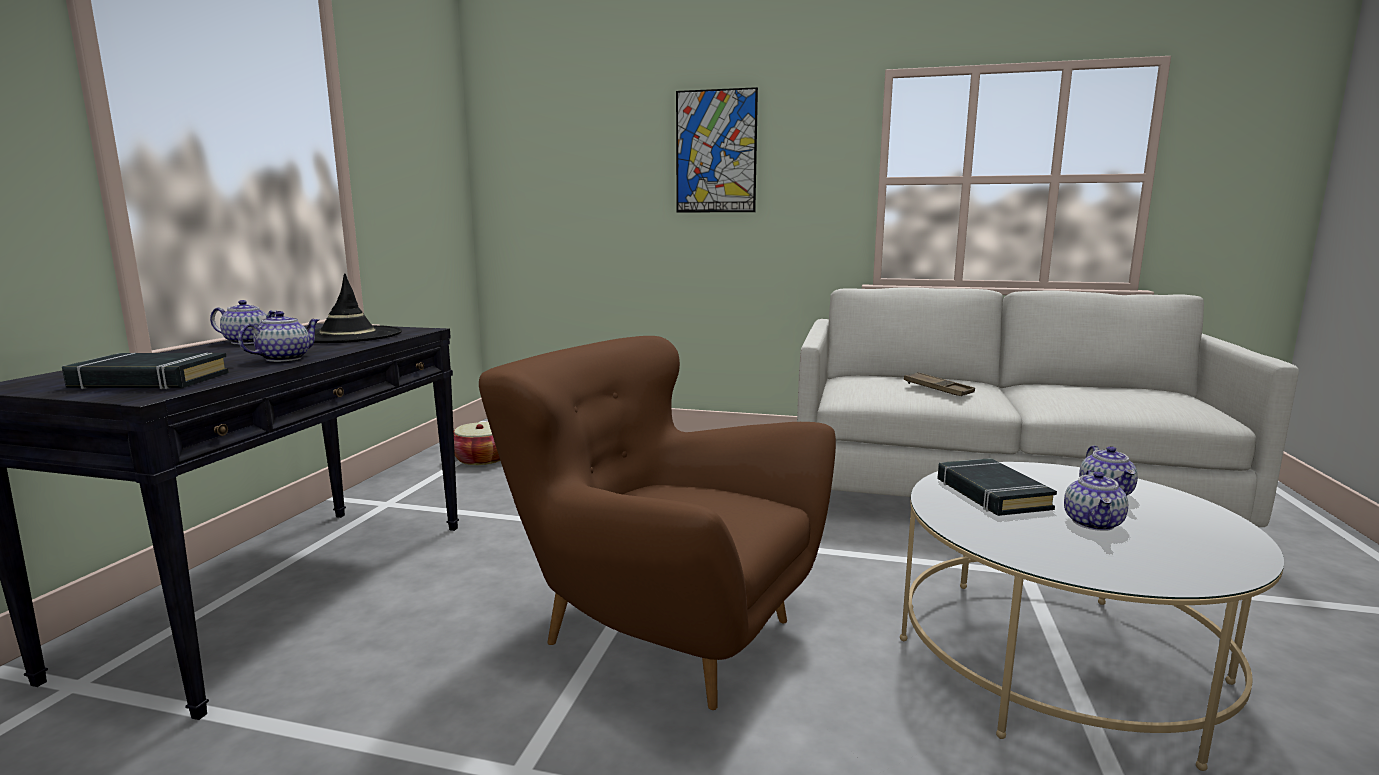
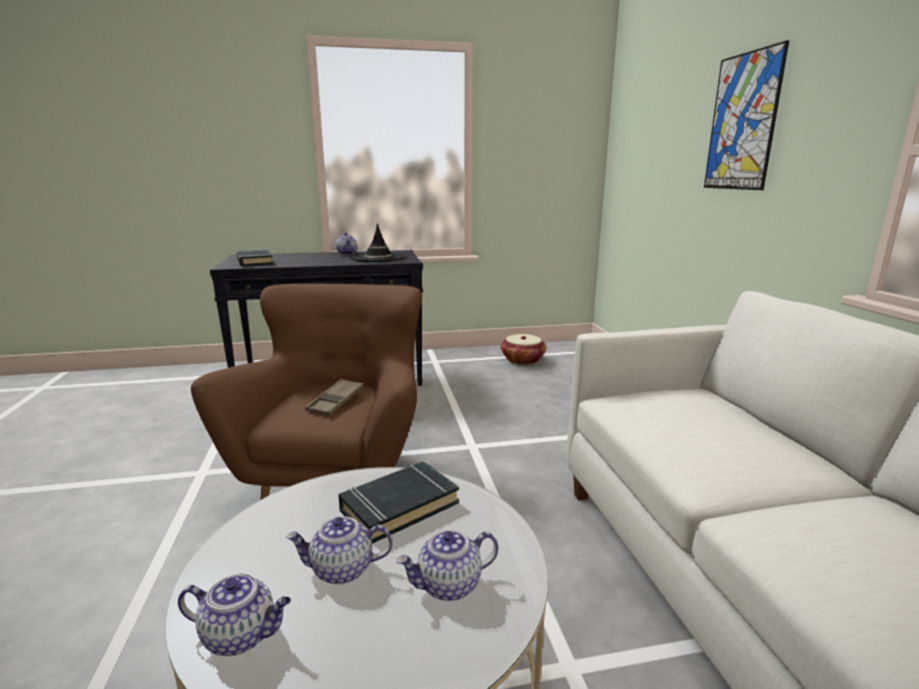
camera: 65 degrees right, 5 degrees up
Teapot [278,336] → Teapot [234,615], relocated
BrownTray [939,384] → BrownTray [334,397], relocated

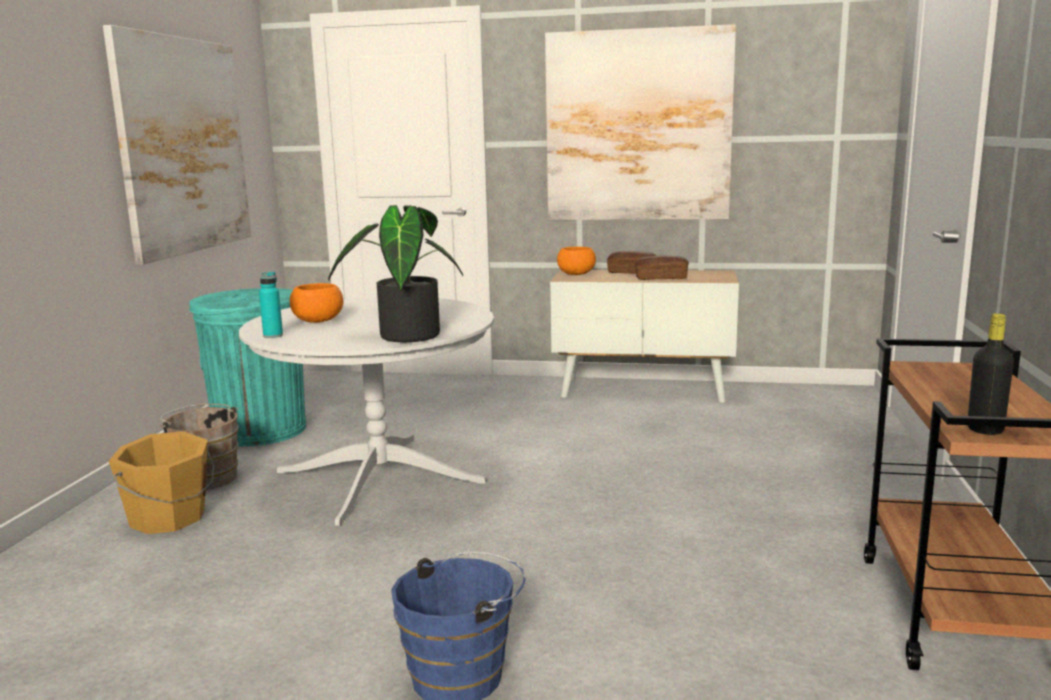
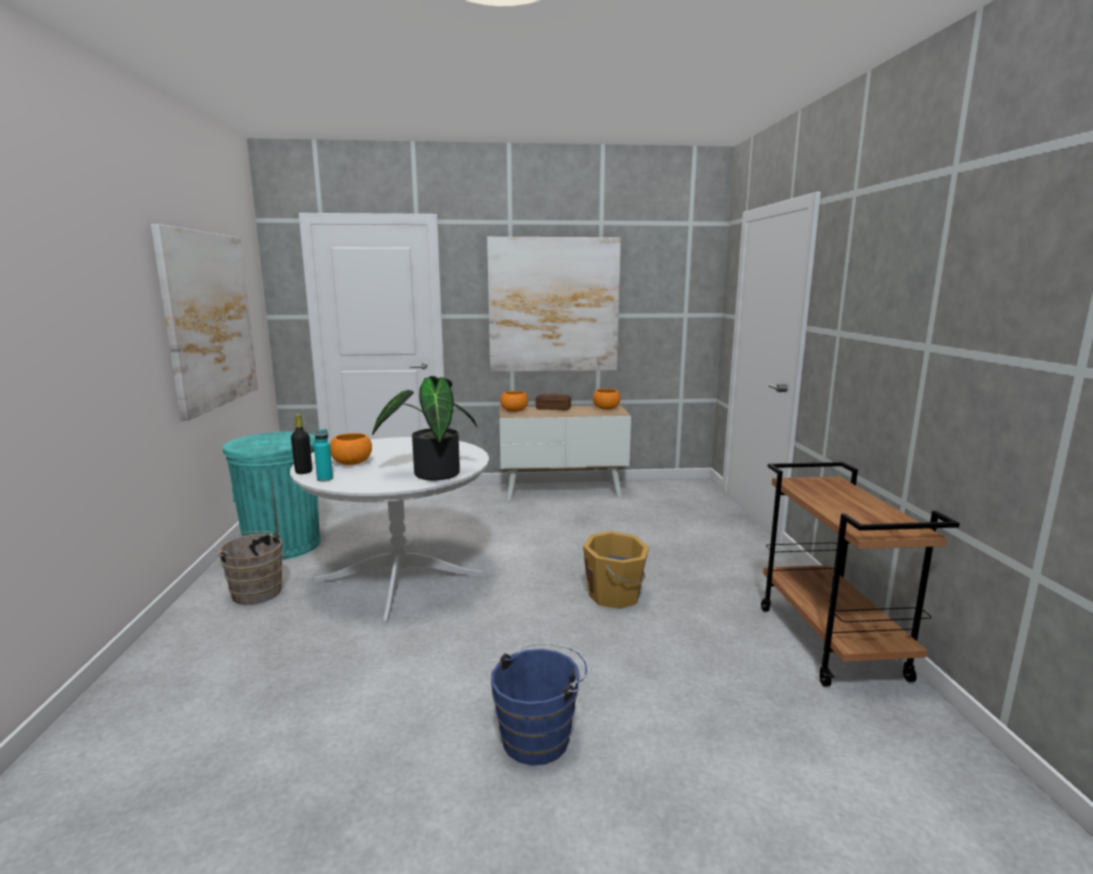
camera: 15 degrees left, 0 degrees up
OrangeBucket [161,482] → OrangeBucket [616,570], relocated
Bread [662,267] → -
BlackBottle [991,374] → BlackBottle [301,444], relocated
- → OrangeBowl [606,399]

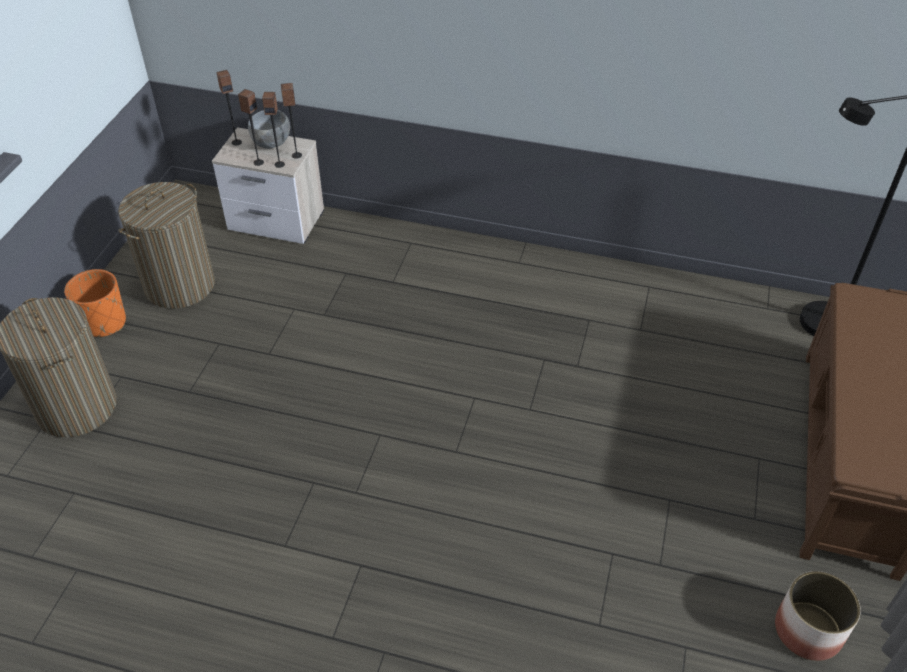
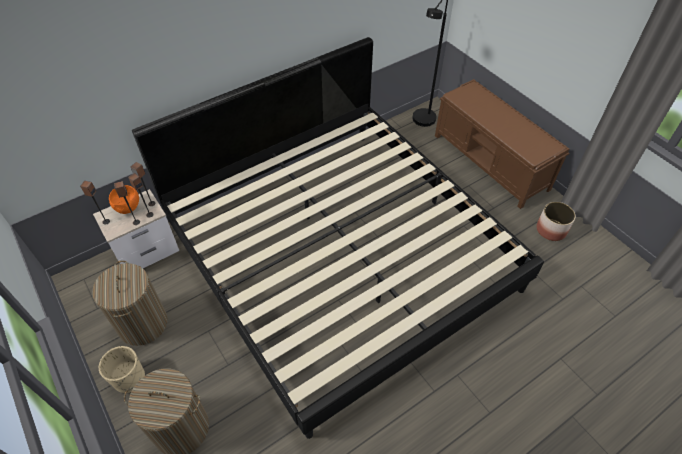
camera: 50 degrees left, 5 degrees up
OrangePlanter [95,303] → BeigePlanter [122,369]
GreyBowl [269,129] → OrangeBowl [124,199]
- → Bed [338,238]

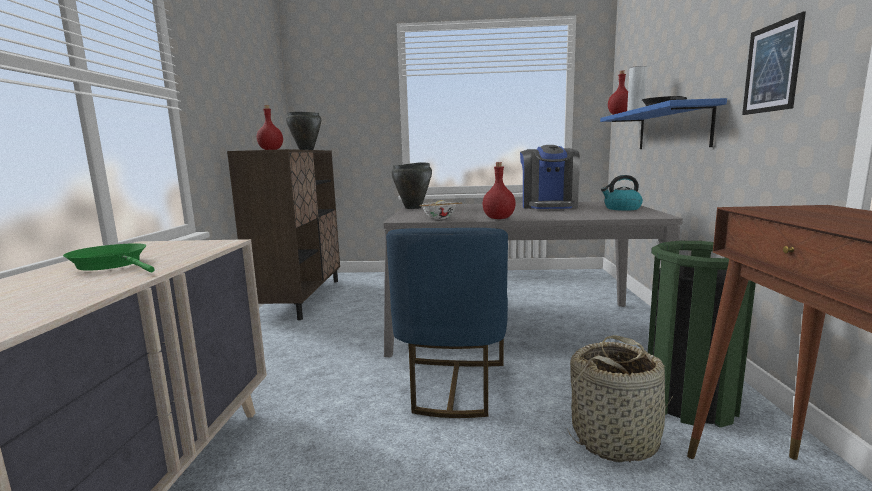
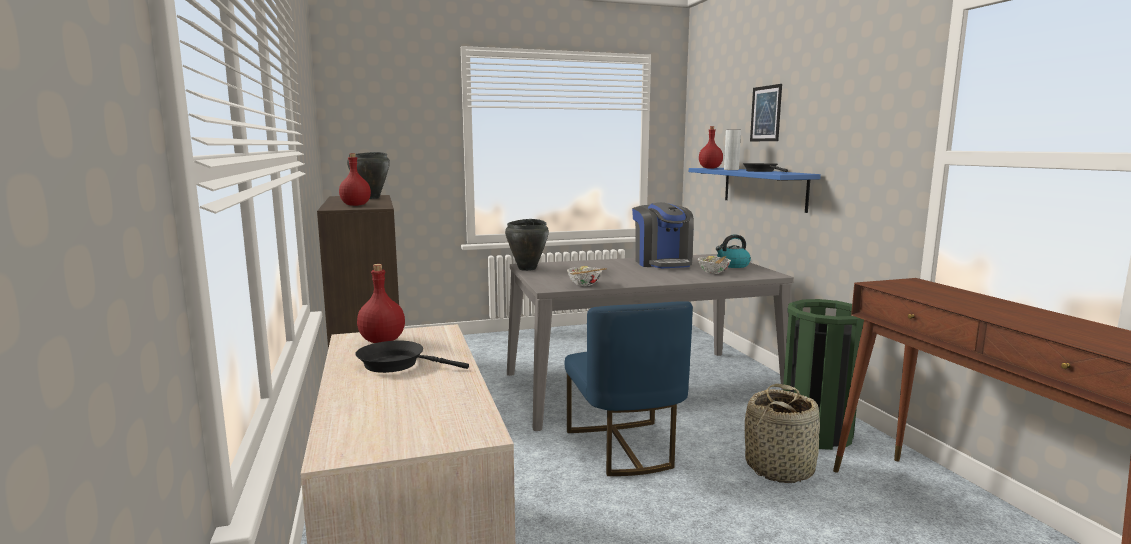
camera: 20 degrees left, 0 degrees up
GreenFryingPan [109,257] → BlackFryingPan [412,357]
RedBottle [499,190] → RedBottle [381,303], relocated
Picture [774,63] → Picture [766,112], relocated
- → Bowl [714,264]

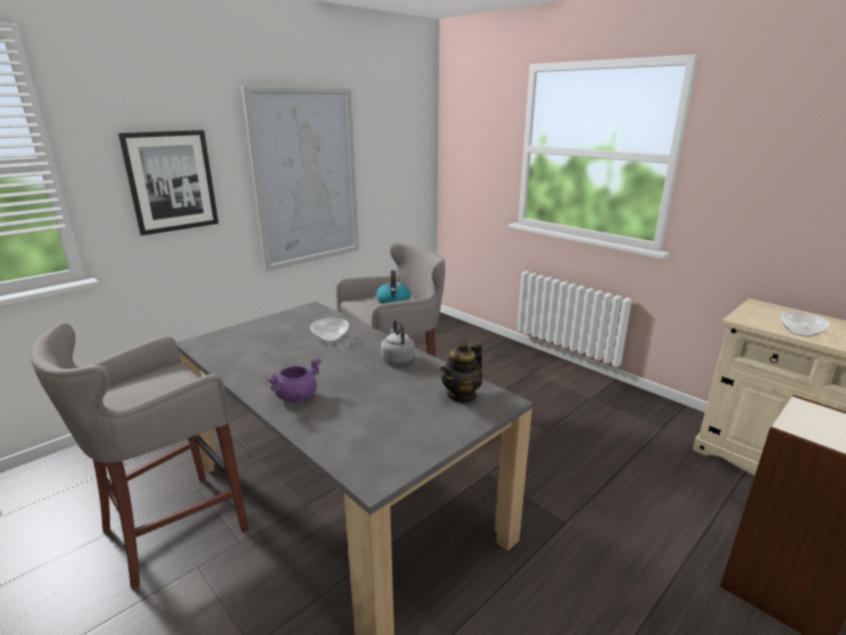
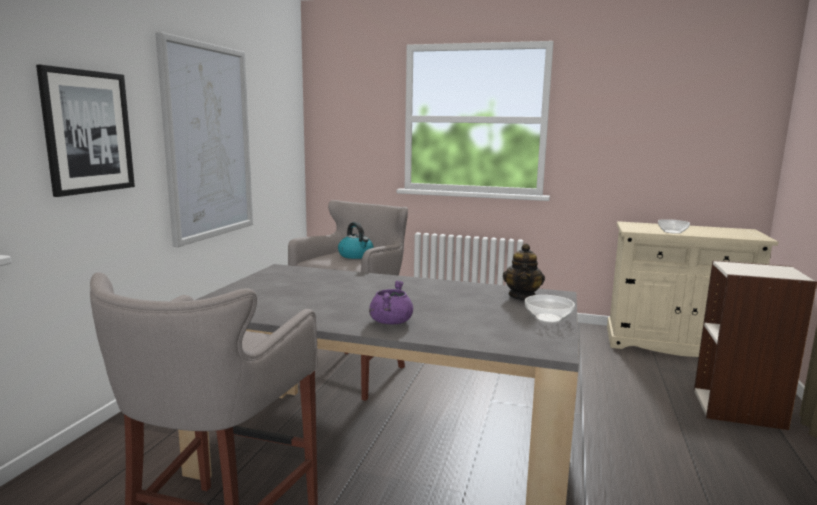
camera: 30 degrees left, 10 degrees down
Bowl [329,330] → Bowl [550,309], relocated
GreyKettle [398,341] → -

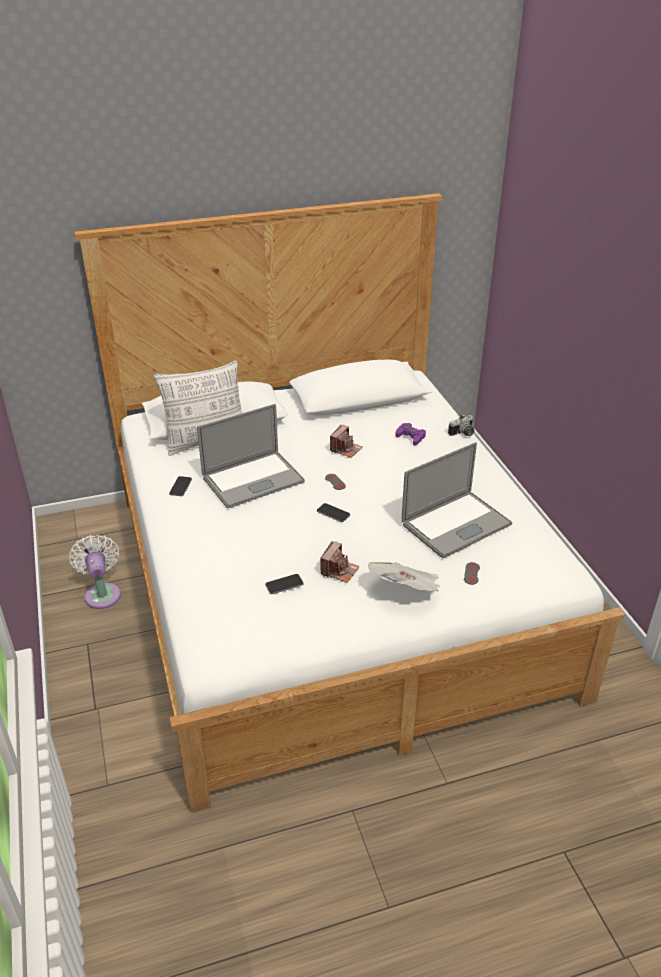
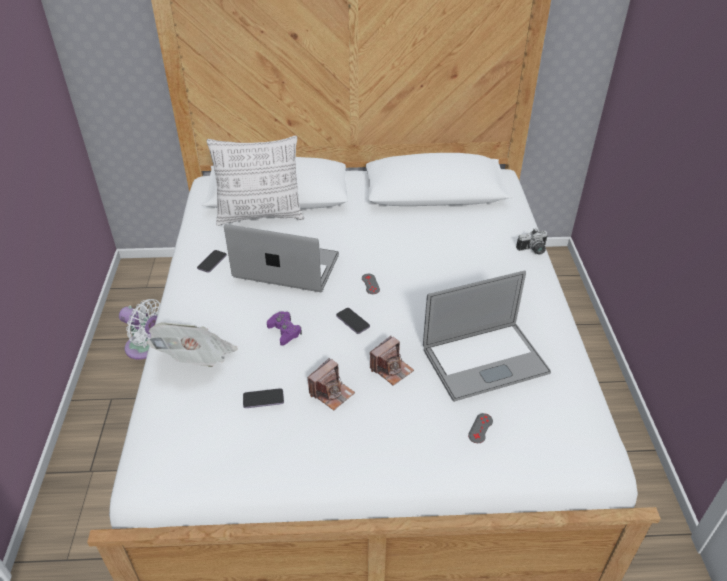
camera: 15 degrees right, 5 degrees up
WhiteFan [95,571] → WhiteFan [139,329], 120 degrees clockwise
Laptop [251,456] → Laptop [281,258], 150 degrees counterclockwise
PhotoCamera [346,441] → PhotoCamera [392,361], relocated
Newspaper [404,577] → Newspaper [192,344], relocated
PurpleGameController [410,434] → PurpleGameController [284,328], relocated

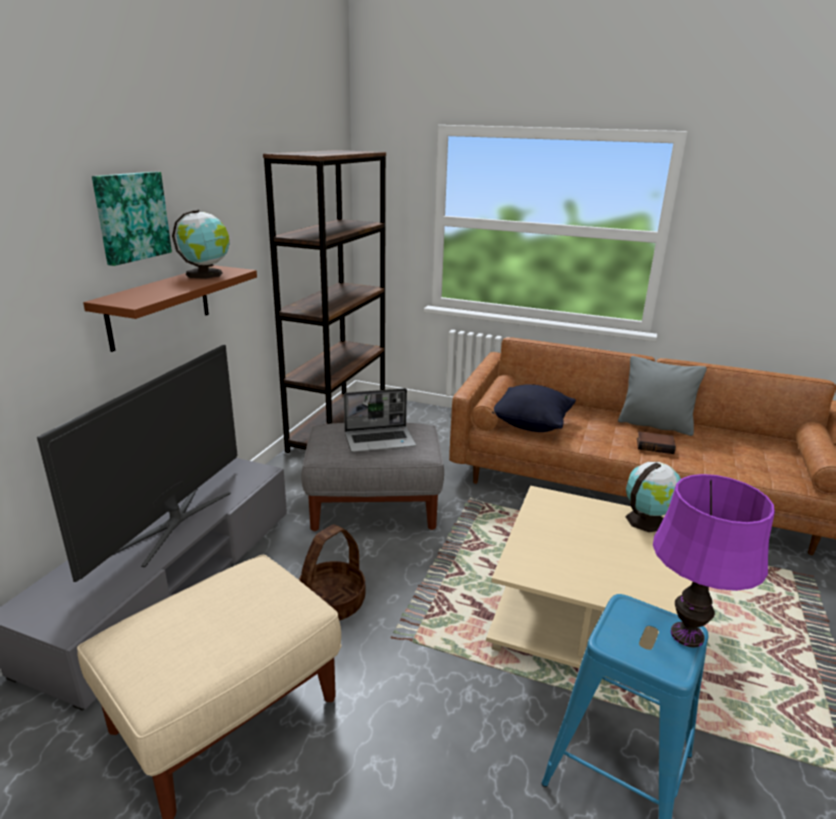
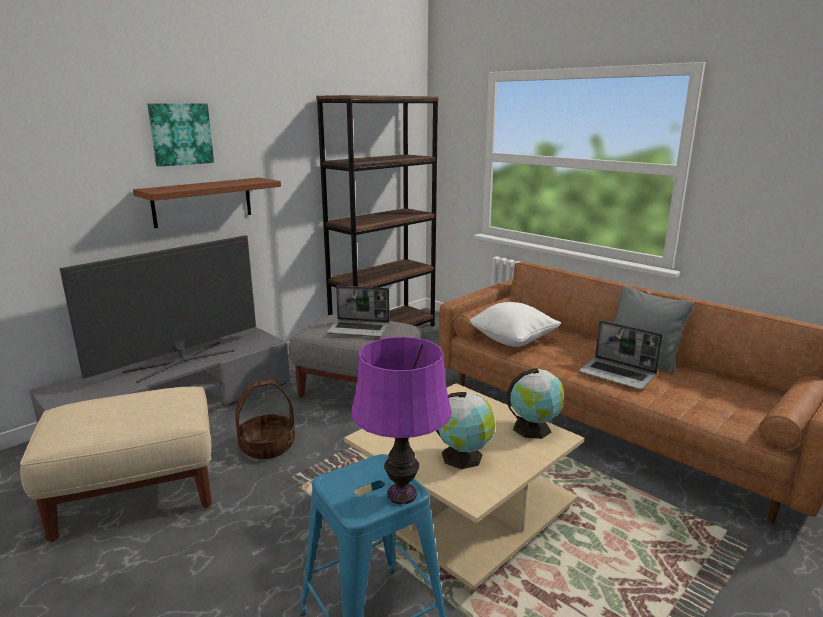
camera: 25 degrees right, 5 degrees down
Globe [201,244] → Globe [465,430], relocated
BlackPillow [534,408] → WhitePillow [514,324]
Book [656,442] → Laptop [621,355]

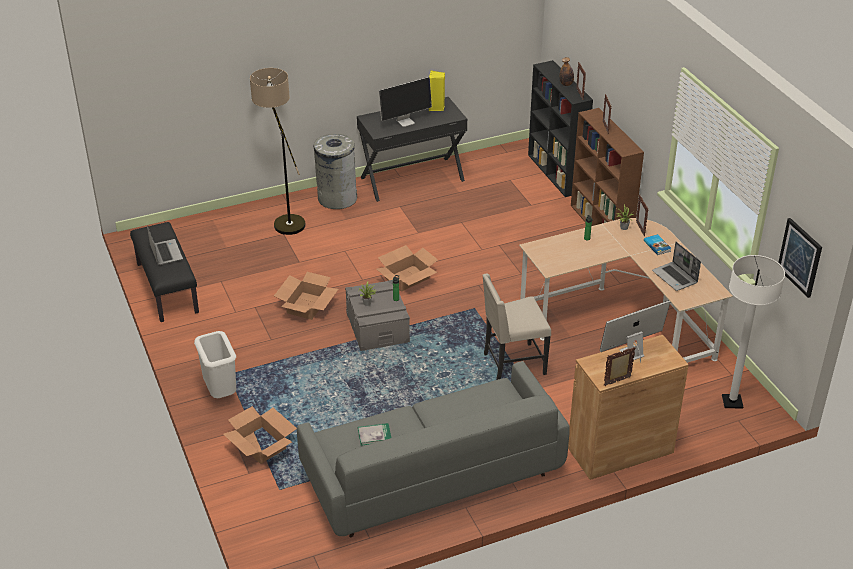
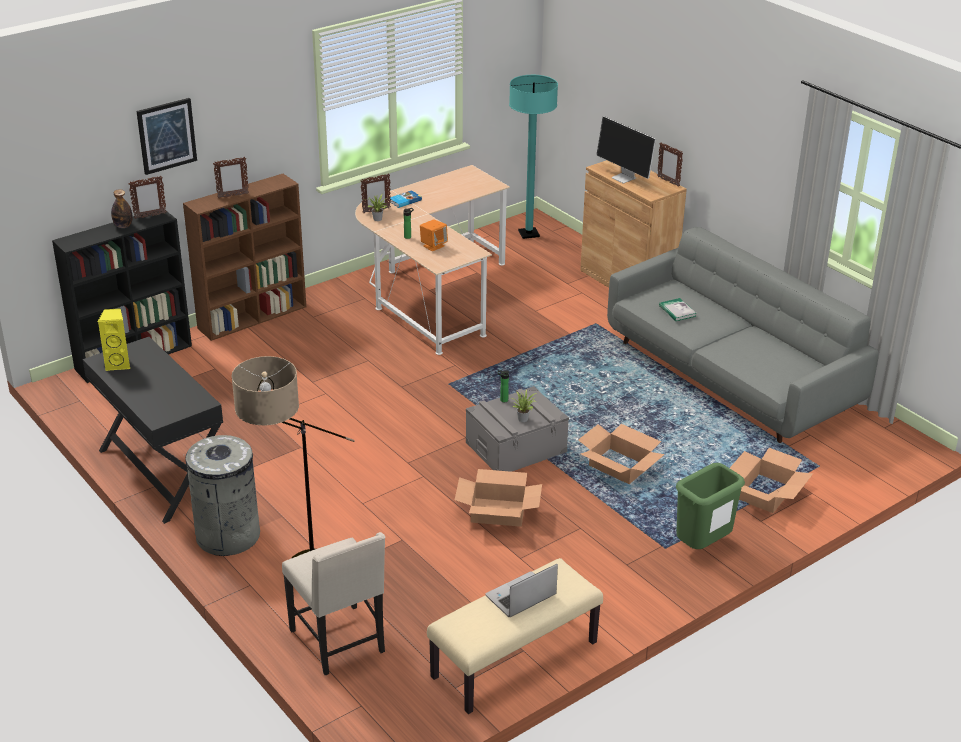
camera: 105 degrees left, 5 degrees down
BlackBench [164,272] → BeigeBench [515,636]
WhiteTrashCan [215,364] → GreenTrashCan [710,506]
Book [374,434] → Book [677,309], relocated
CardboardBox [407,268] → CardboardBox [621,454], relocated
Monitor [405,102] → -
BeigeChair [516,327] → BeigeChair [333,603], relocated
Laptop [676,266] → -
WhiteFloorLamp [753,331] → TurquoiseFloorLamp [533,157]
Picture [800,258] → Picture [166,136], relocated
- → OrangeSpeaker [434,235]

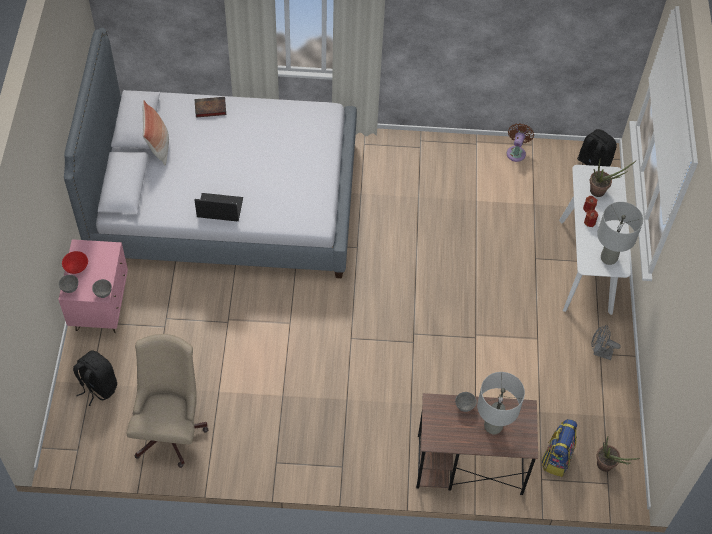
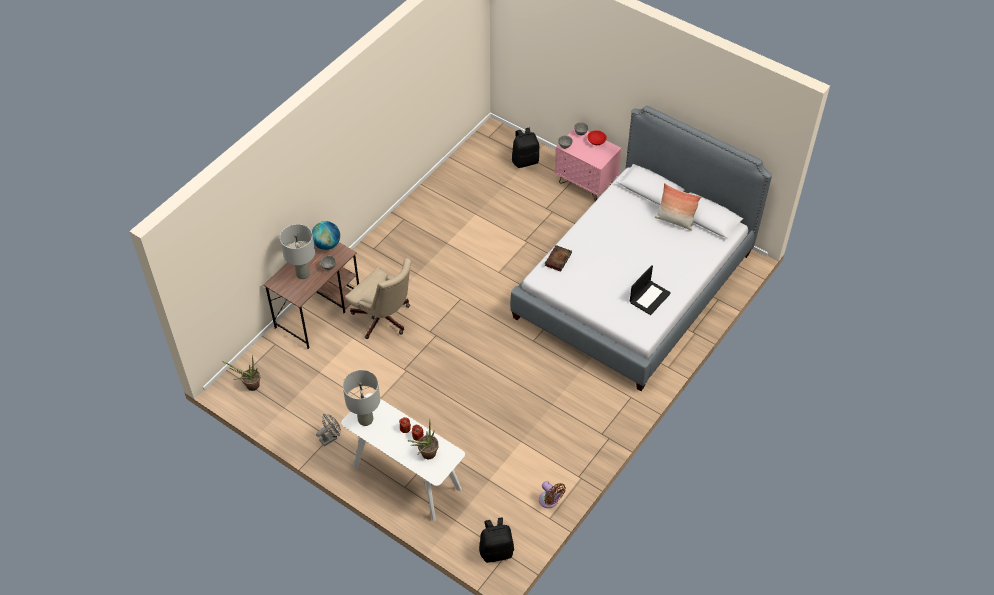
camera: 125 degrees right, 5 degrees down
BeigeOfficeChair [168,401] → BeigeOfficeChair [378,298], relocated
Book [210,107] → Book [558,258], relocated
Laptop [219,207] → Laptop [650,290], relocated
Backpack [559,448] → -
- → Globe [326,235]

